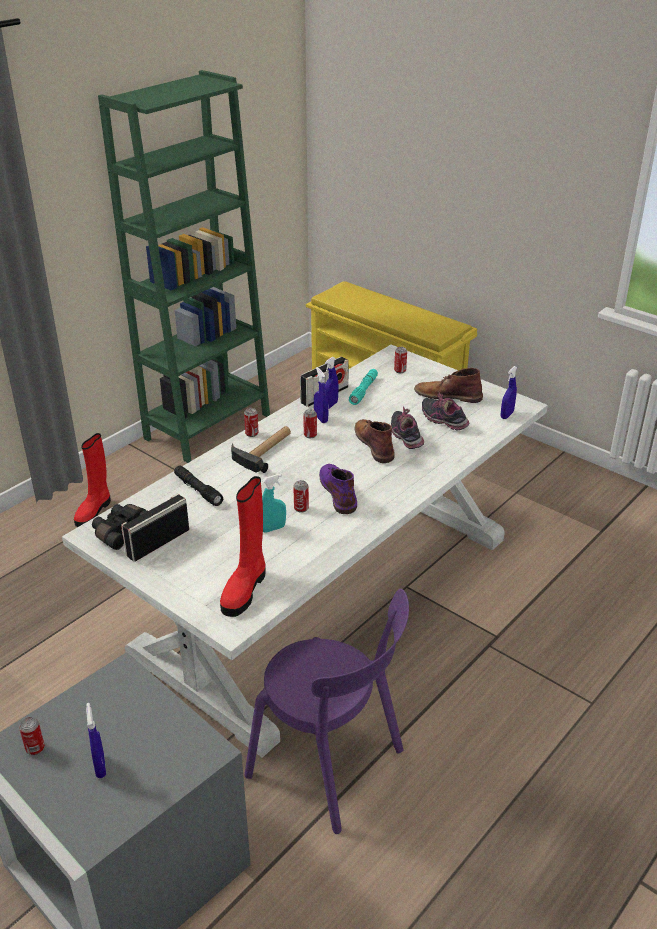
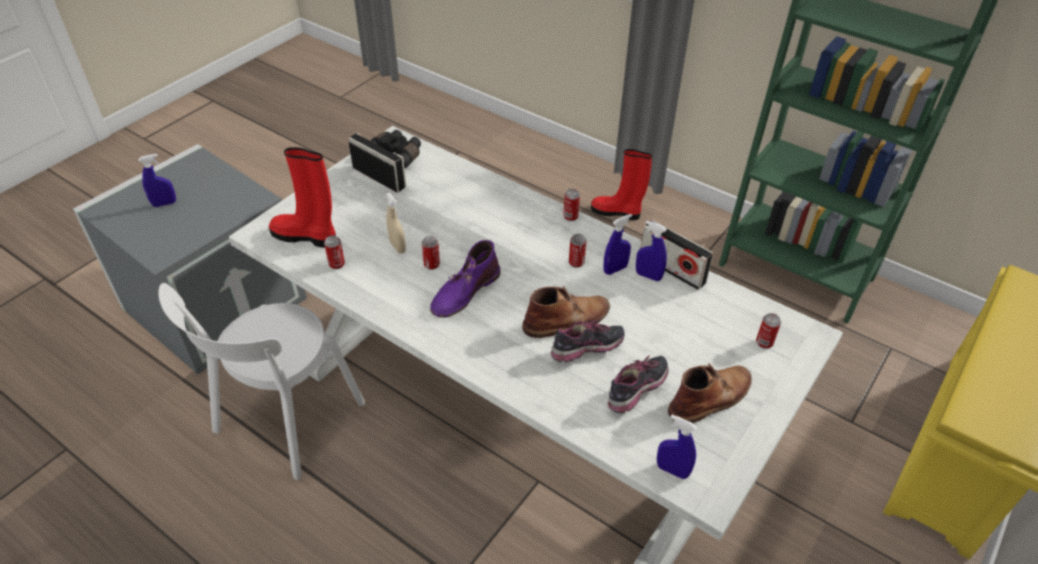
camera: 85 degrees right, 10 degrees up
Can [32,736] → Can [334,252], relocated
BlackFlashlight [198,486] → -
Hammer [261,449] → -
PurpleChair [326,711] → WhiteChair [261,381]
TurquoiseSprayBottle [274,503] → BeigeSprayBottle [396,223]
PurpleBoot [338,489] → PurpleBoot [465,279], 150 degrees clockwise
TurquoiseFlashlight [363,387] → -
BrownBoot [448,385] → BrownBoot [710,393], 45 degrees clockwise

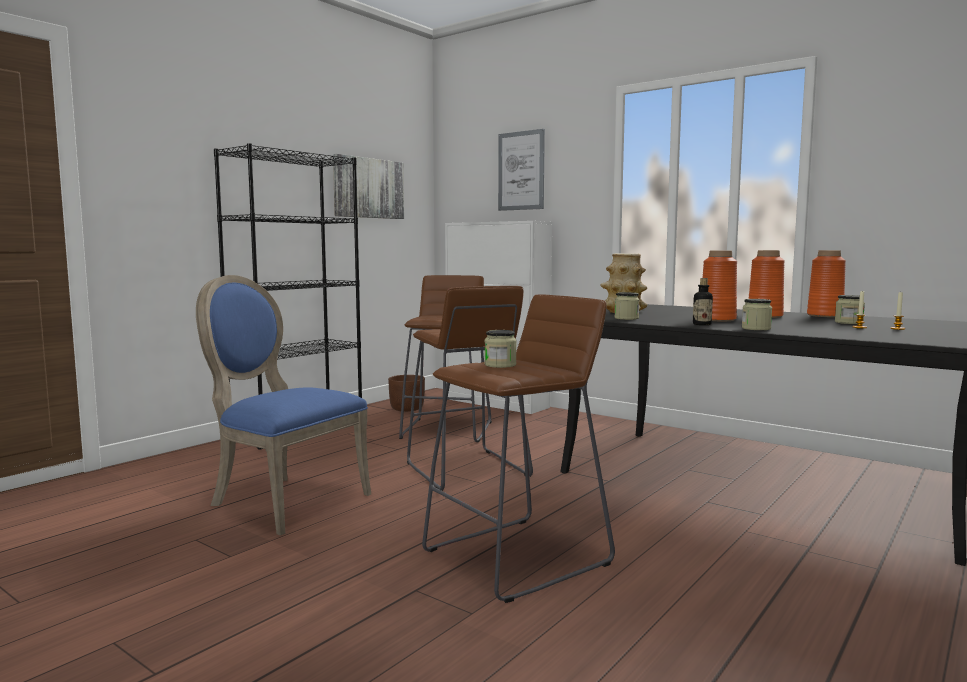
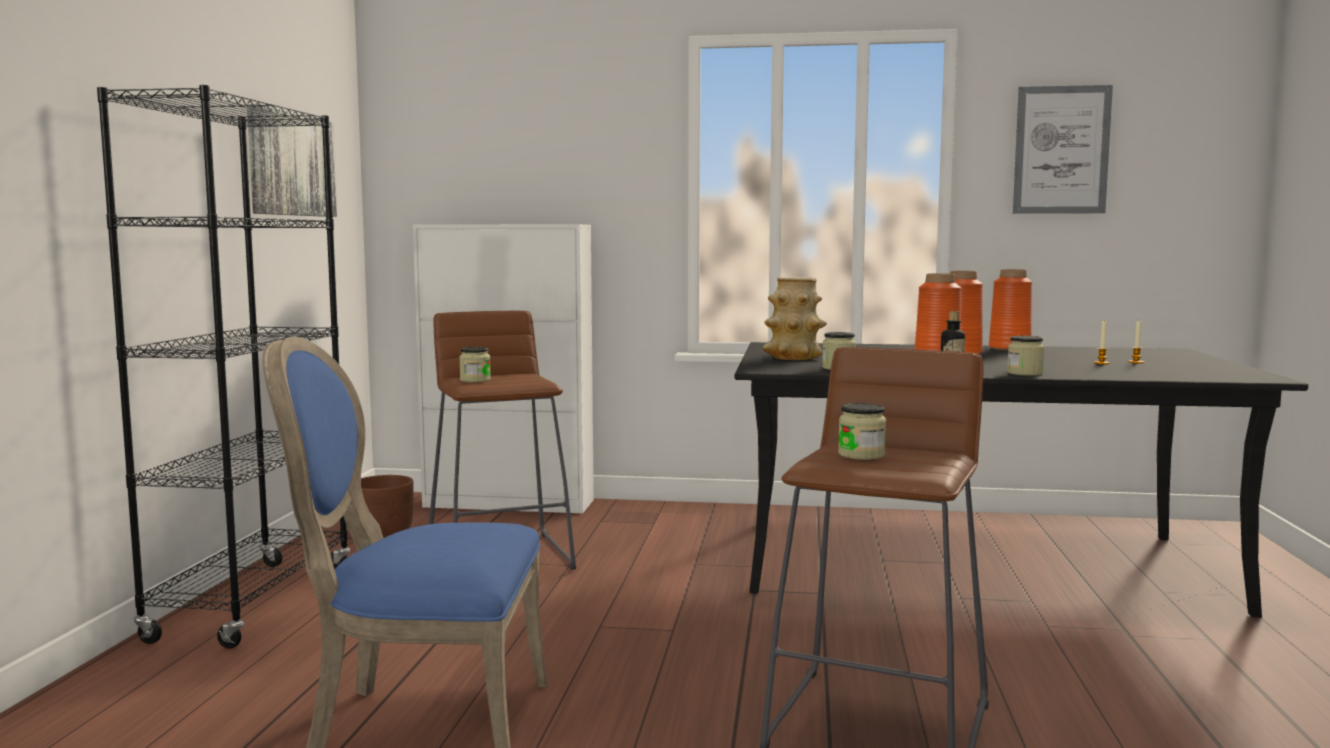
camera: 30 degrees left, 0 degrees up
BrownStool [470,388] → -
Picture [521,170] → Picture [1063,149], relocated
Jar [850,309] → Jar [475,364], relocated

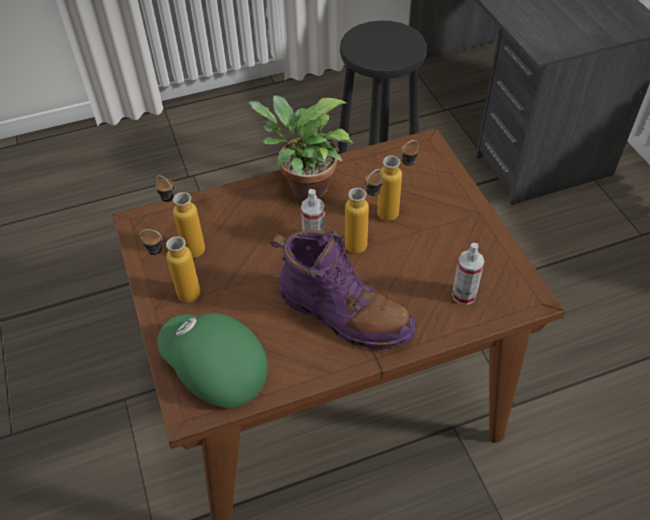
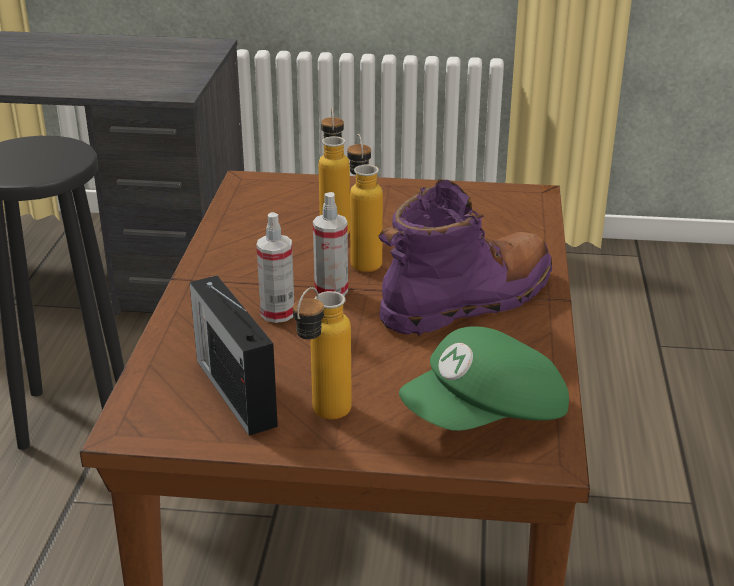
camera: 65 degrees left, 20 degrees down
Bottle [180,216] → Radio [234,355]
PottedPlant [300,147] → -
SprayBottle [468,274] → SprayBottle [275,267], relocated

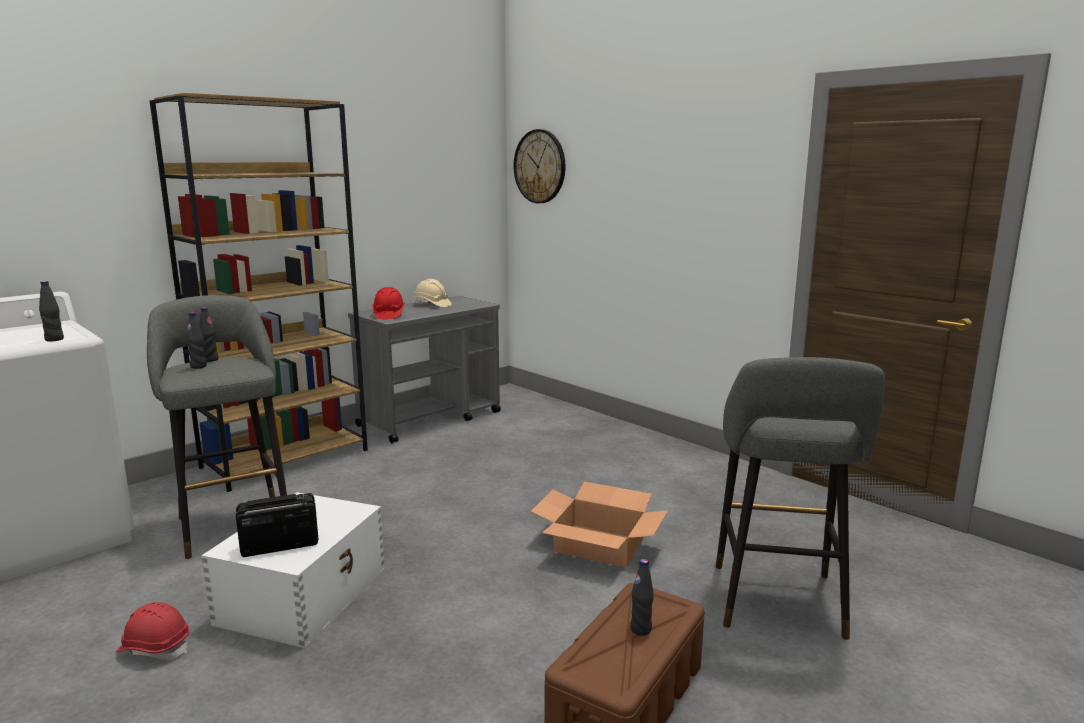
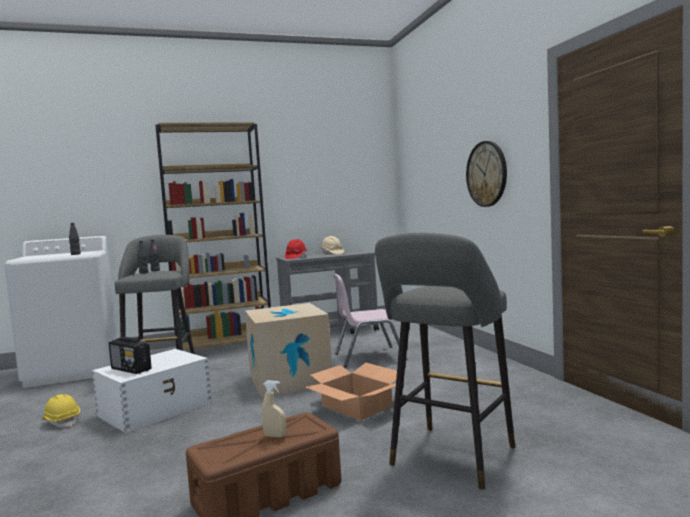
camera: 25 degrees right, 10 degrees down
RedHardHat [153,631] → YellowHardHat [61,411]
Radio [277,525] → Radio [130,355], 150 degrees counterclockwise
WallClock [539,166] → WallClock [486,174], relocated
BlackBottle [642,597] → BeigeSprayBottle [274,409]
- → CardboardBox [288,350]
- → PinkChair [370,321]

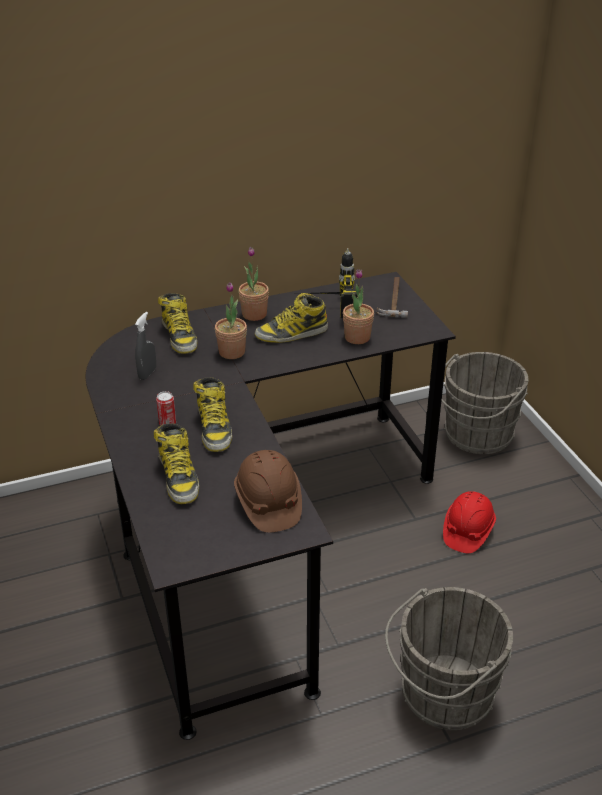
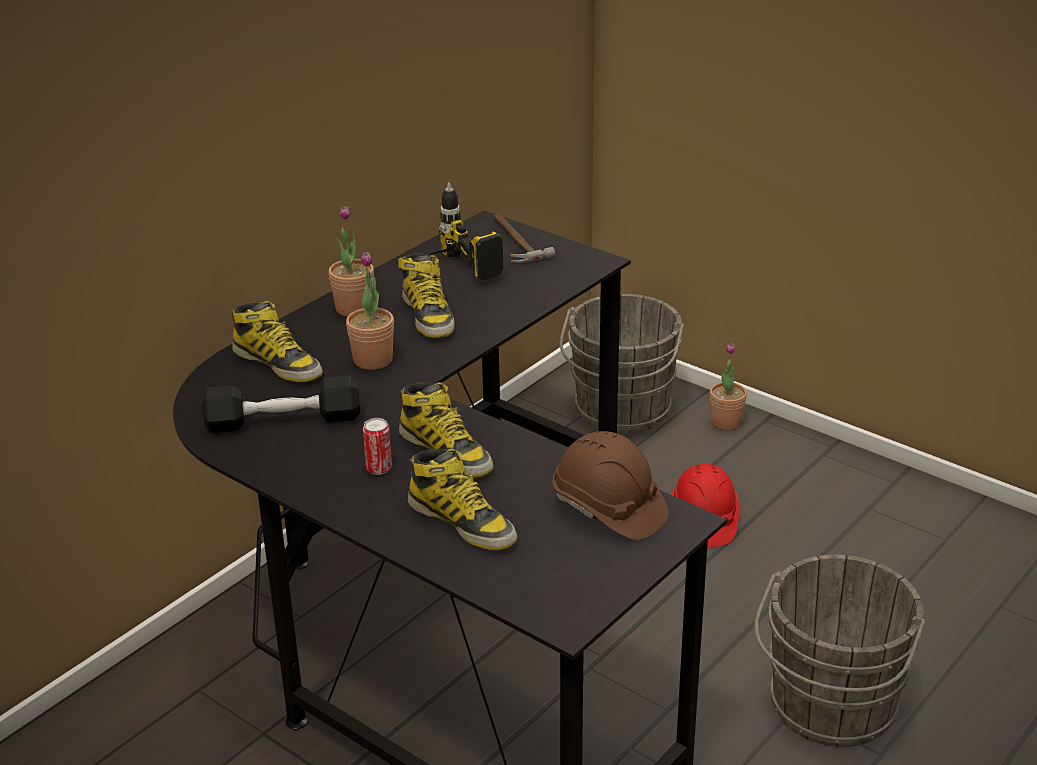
camera: 30 degrees left, 5 degrees down
GreySprayBottle [145,346] → BlackDumbbell [280,404]
Boot [291,318] → Boot [426,295], 60 degrees counterclockwise
PottedPlant [358,306] → PottedPlant [728,386], relocated

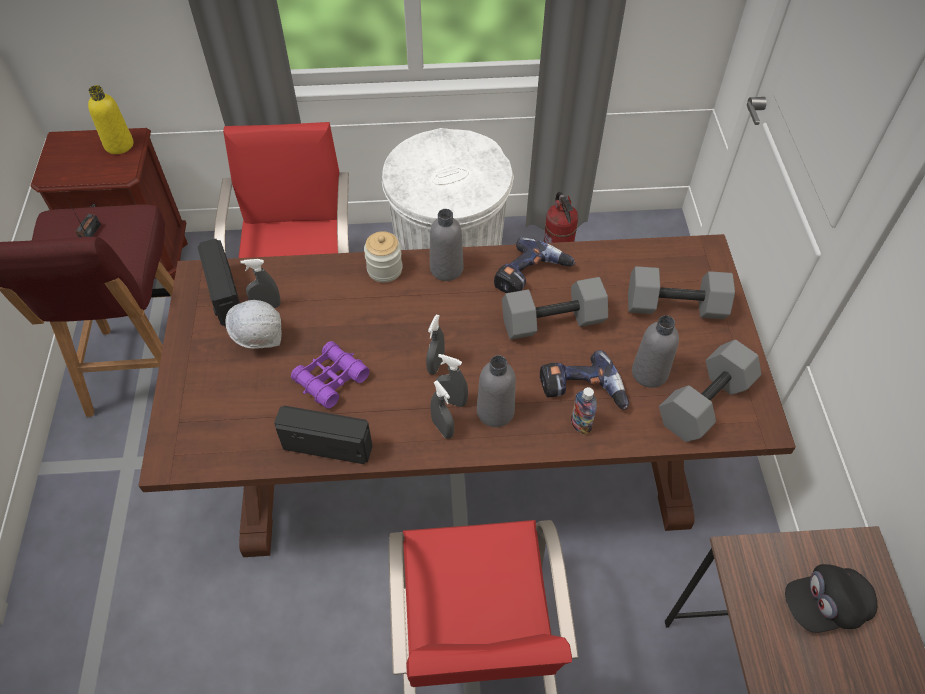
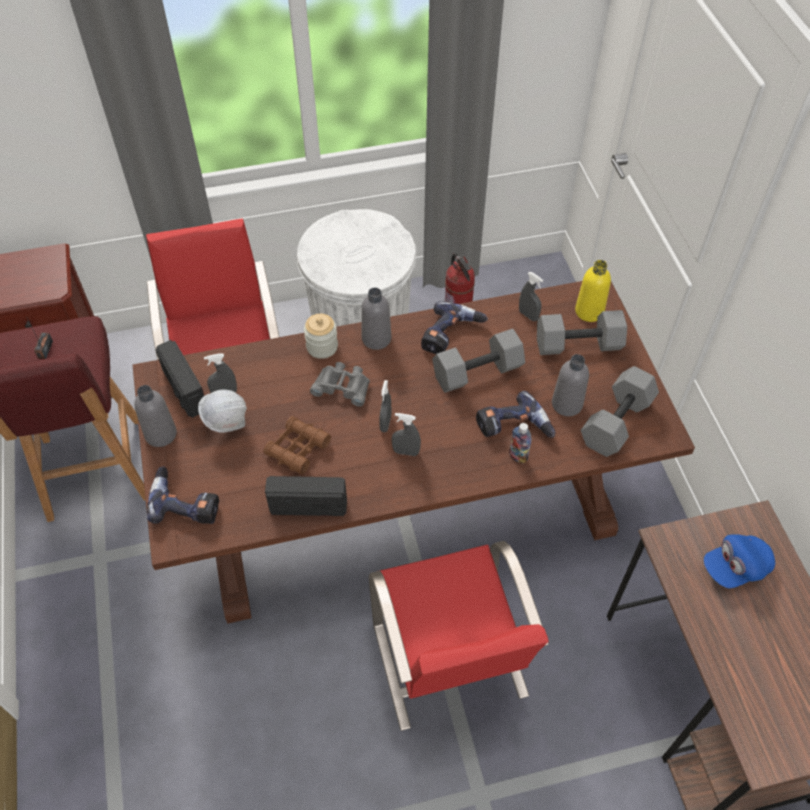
camera: 10 degrees left, 0 degrees up
YellowBottle [111,119] → YellowBottle [593,291], relocated
PurpleBinoculars [330,375] → BrownBinoculars [297,445]
GreySprayBottle [442,409] → GreySprayBottle [531,296], relocated
GreyBottle [496,391] → GreyBottle [155,416], relocated
BlackCap [831,598] → BlueCap [739,561]
- → PowerDrill [183,495]
- → GreyBinoculars [340,384]

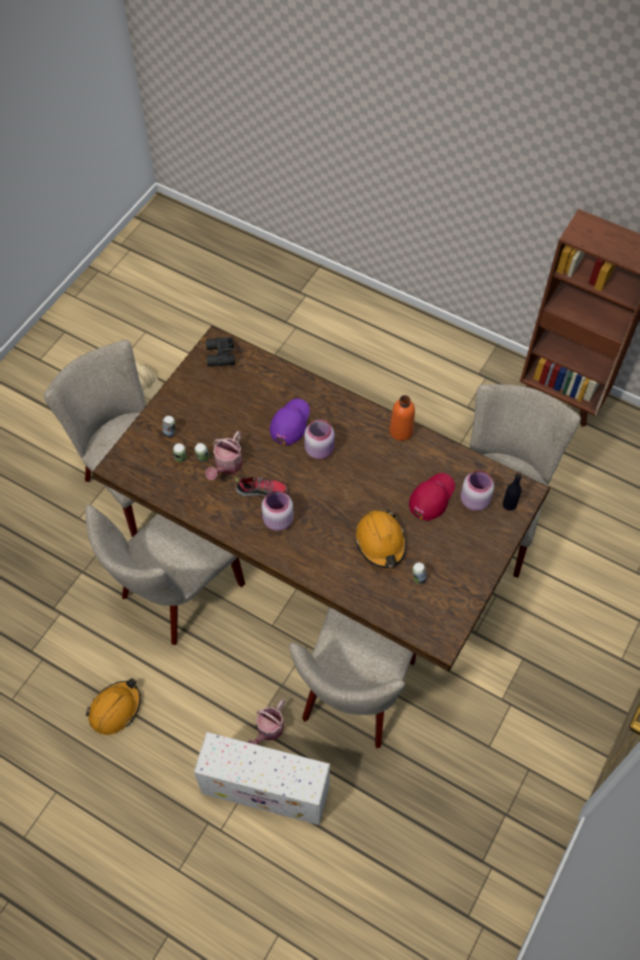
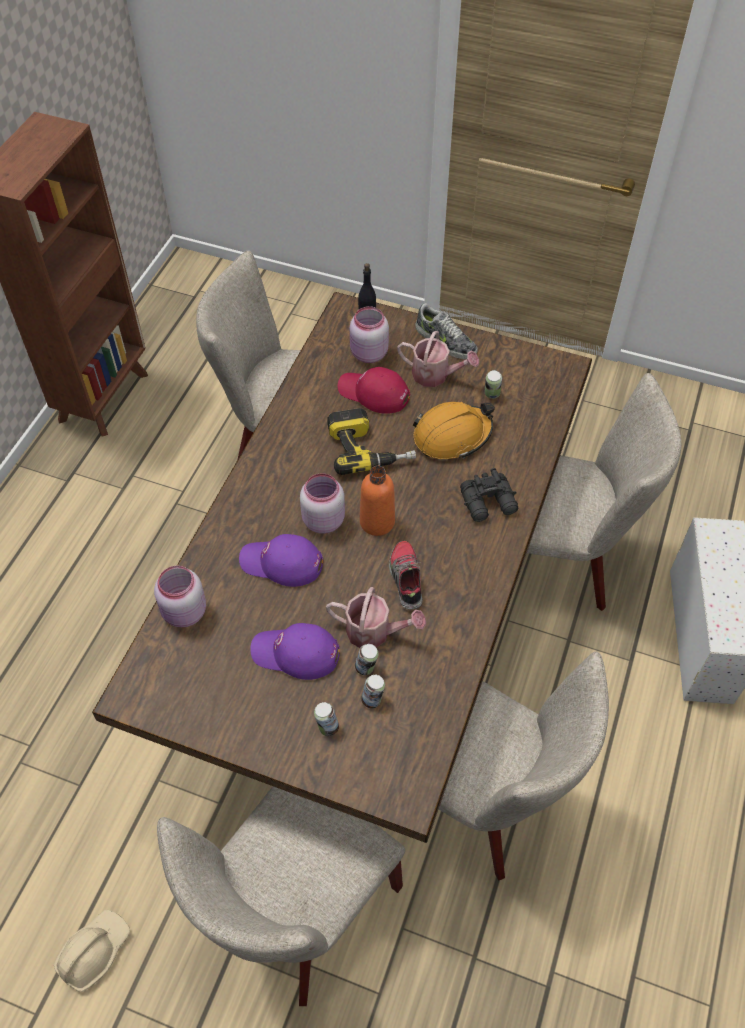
camera: 100 degrees left, 5 degrees down
OrangeHardHat [113,706] → -
BlackBinoculars [220,351] → BlackBinoculars [489,495], relocated
WateringCan [266,722] → WateringCan [438,359], relocated
PinkJar [278,511] → PinkJar [180,597], relocated
OrangeBottle [402,418] → OrangeBottle [377,501], relocated
- → PurpleCap [295,651]
- → PowerDrill [371,441]
- → Shoe [446,331]

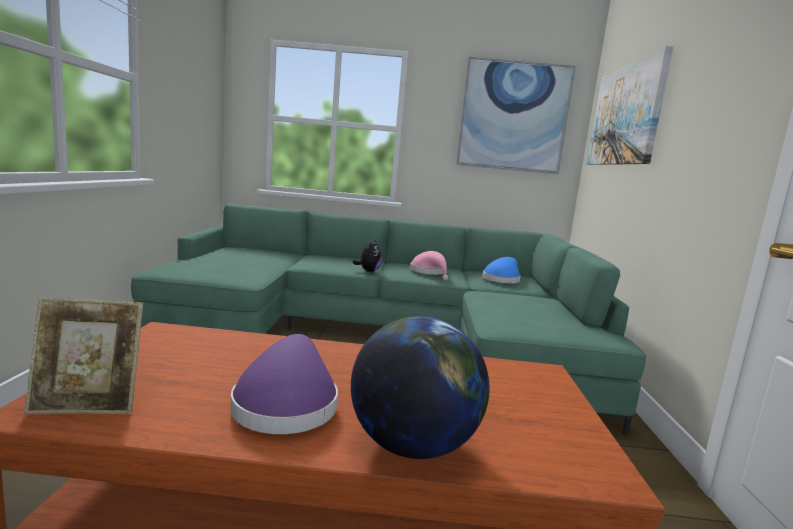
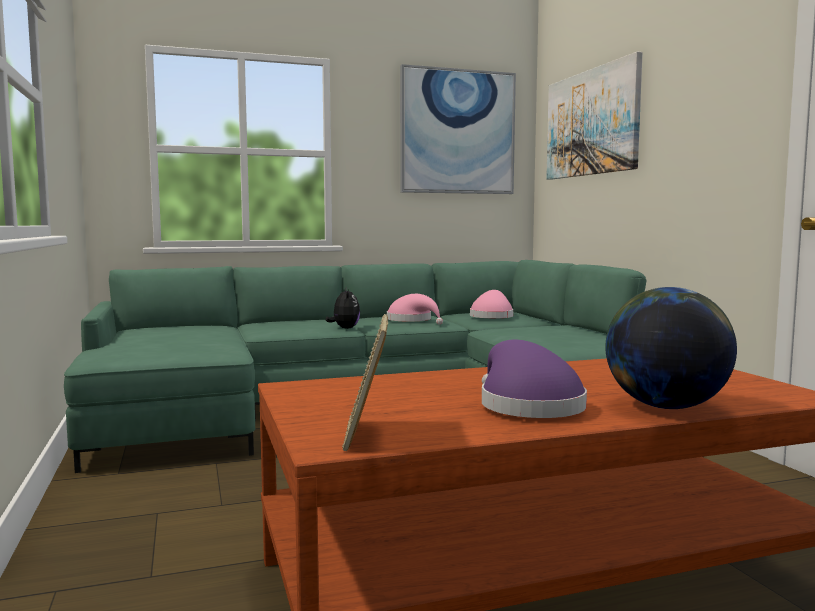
camera: 20 degrees left, 5 degrees down
PictureFrame [83,355] → PictureFrame [365,382], 120 degrees clockwise
BlueHat [501,270] → PinkHat [491,304]

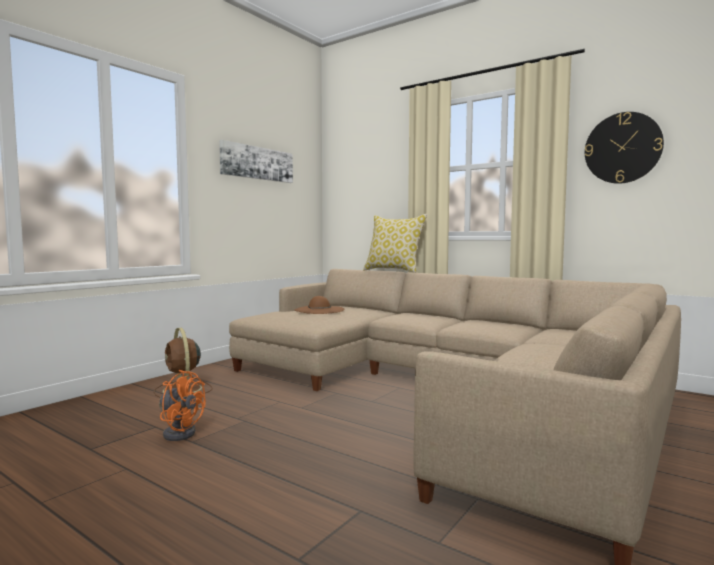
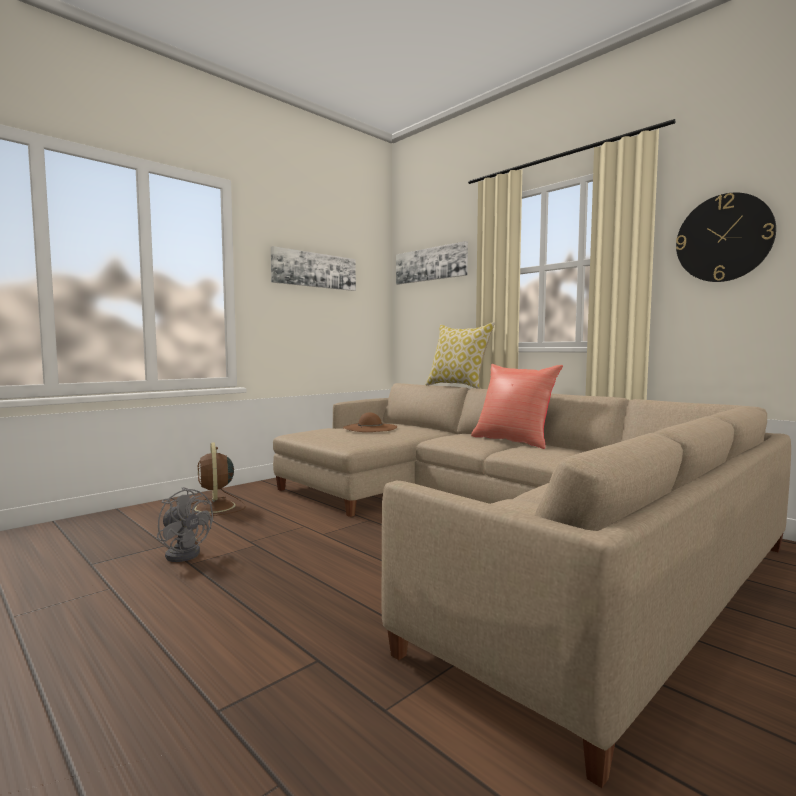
camera: 10 degrees right, 0 degrees up
OrangeFan [182,405] → GreyFan [185,524]
- → Picture [432,262]
- → RedPillow [517,406]

